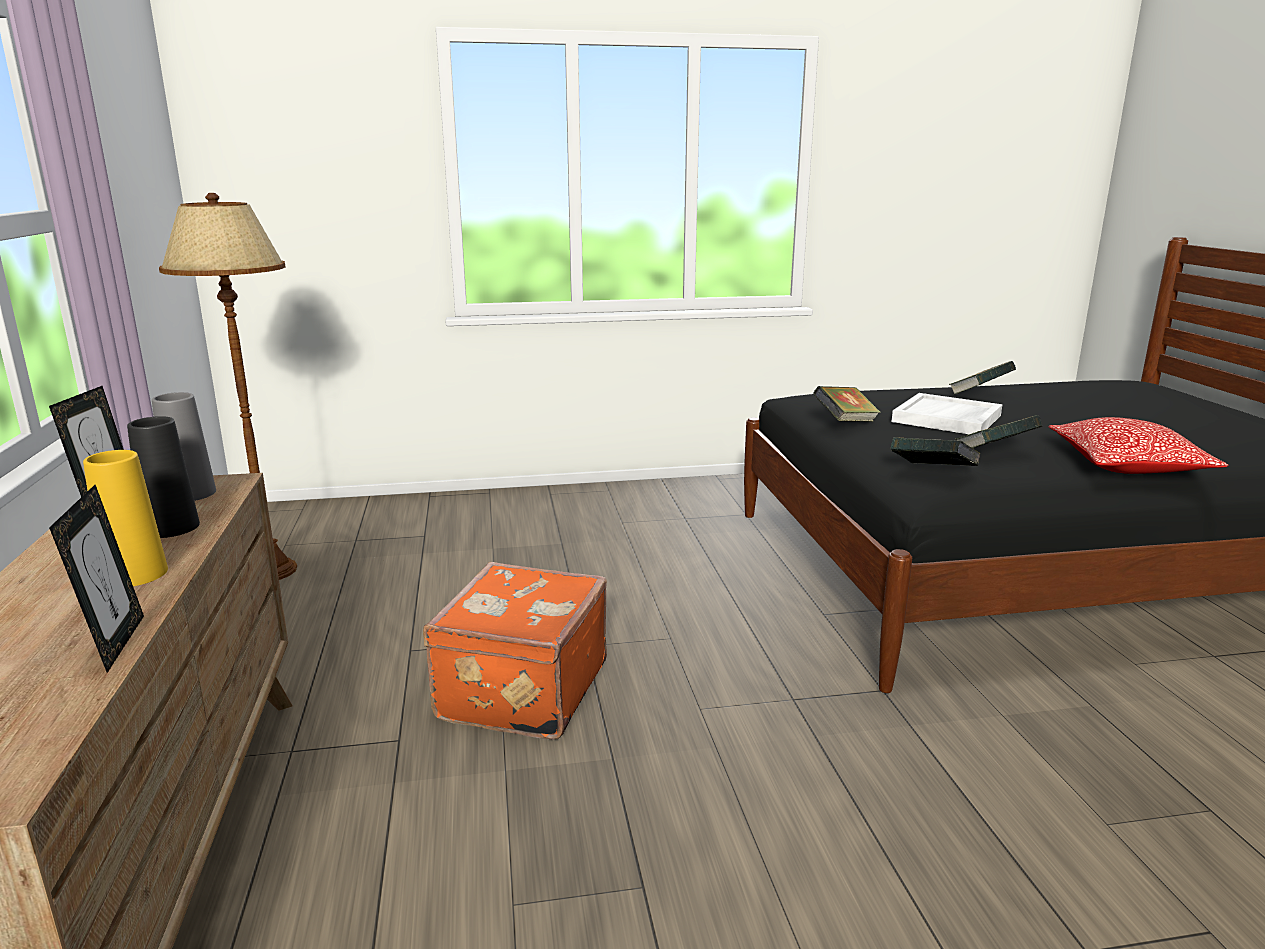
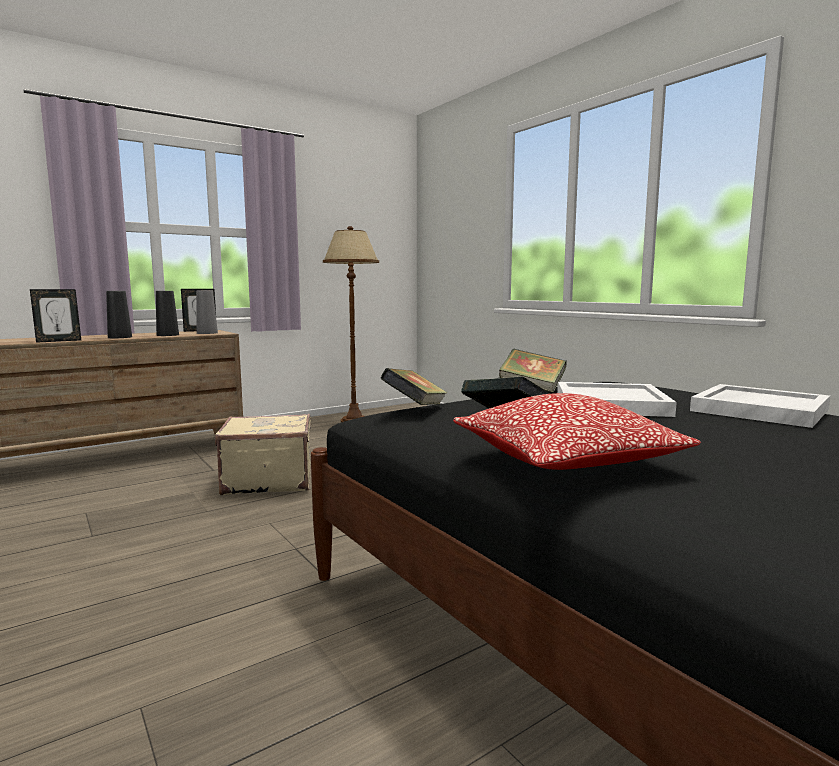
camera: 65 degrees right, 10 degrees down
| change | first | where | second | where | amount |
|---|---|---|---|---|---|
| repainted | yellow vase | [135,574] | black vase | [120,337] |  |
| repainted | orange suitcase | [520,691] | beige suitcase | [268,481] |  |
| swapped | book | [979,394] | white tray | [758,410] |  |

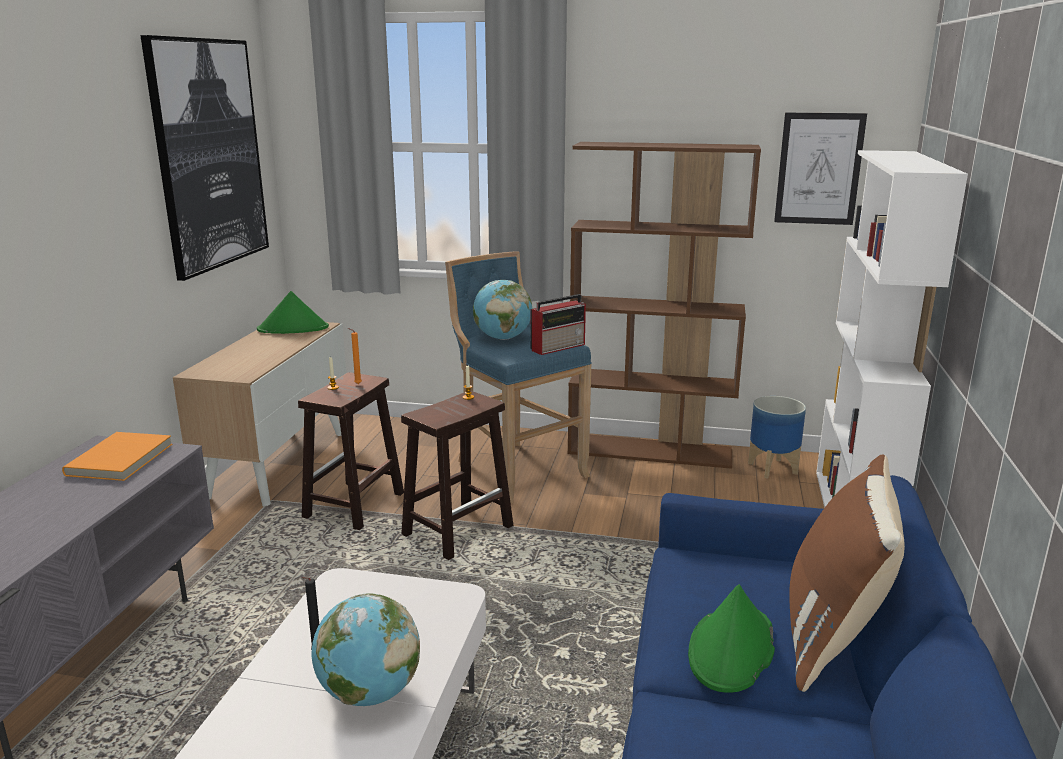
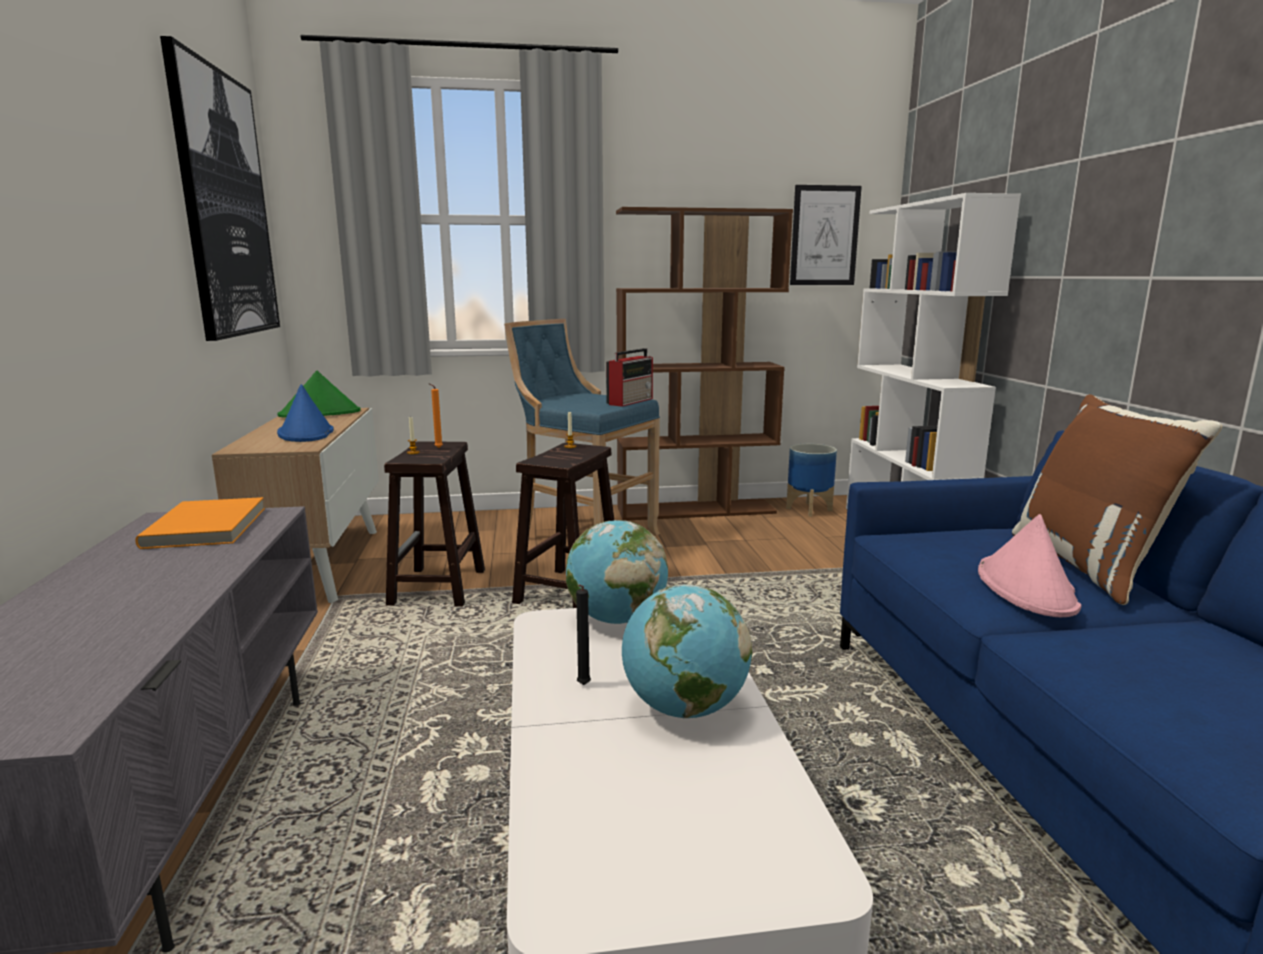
camera: 20 degrees left, 5 degrees down
| change | first | where | second | where | amount |
|---|---|---|---|---|---|
| shifted | globe | [502,338] |  | [616,619] |  |
| repainted | green hat | [731,649] | pink hat | [1026,588] |  |
| new |  |  | blue hat | [306,433] |  |

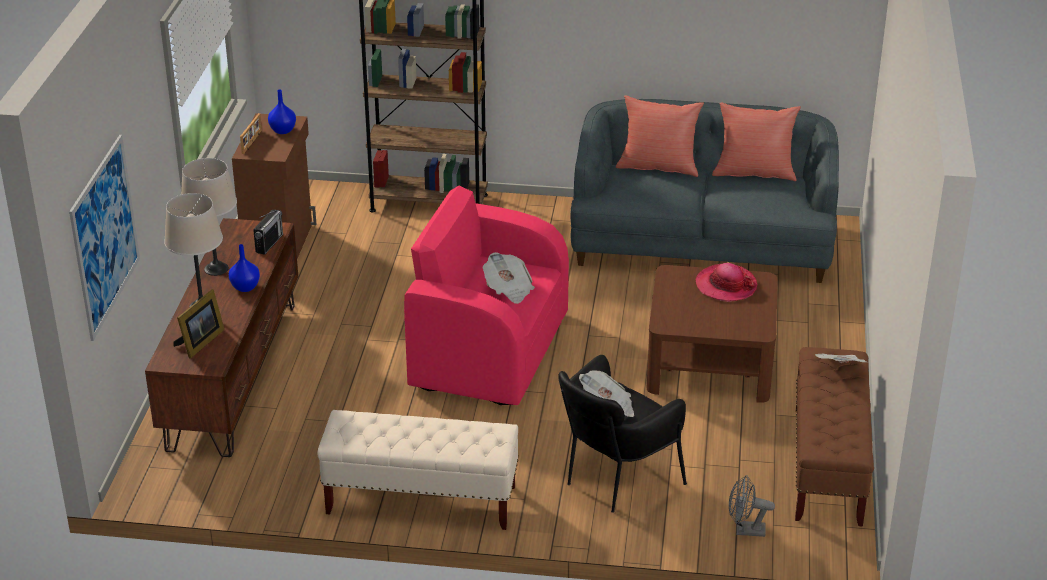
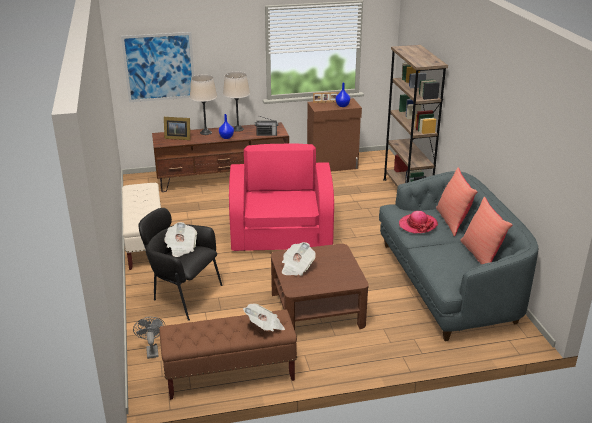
camera: 70 degrees right, 5 degrees down
| change | first | where | second | where | amount |
|---|---|---|---|---|---|
| shifted | newspaper | [508,289] |  | [296,267] |  |
| shifted | hat | [726,285] |  | [417,225] |  |

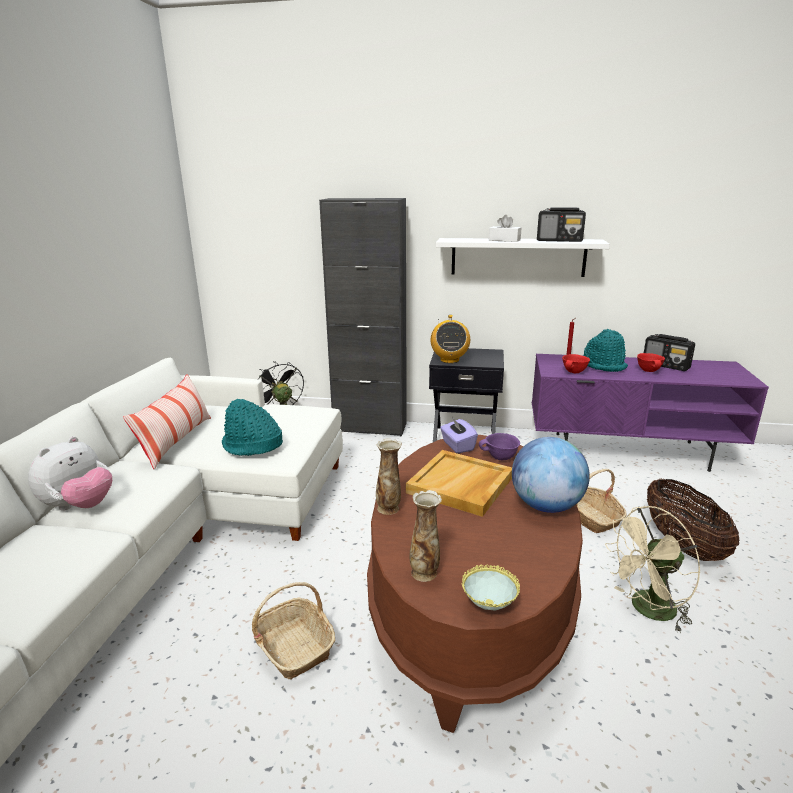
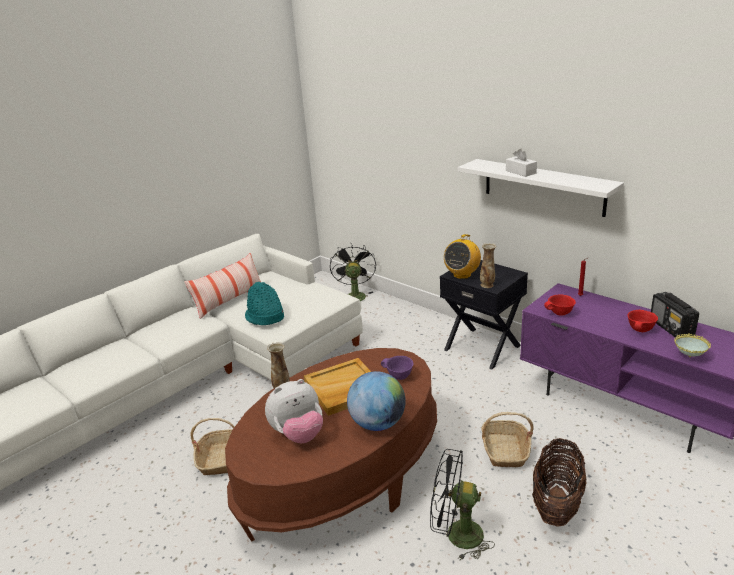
camera: 35 degrees right, 5 degrees up
| change | first | where | second | where | amount |
|---|---|---|---|---|---|
| shifted | plush toy | [79,506] |  | [298,435] |  |
| gone | black cabinet | [370,427] |  |  |  |
| shifted | vase | [424,572] |  | [487,285] |  |
| gone | purple tissue box | [457,446] |  |  |  |
| shifted | bowl | [489,608] |  | [689,357] |  |
| gone | radio | [560,240] |  |  |  |
| gone | turquoise hat | [604,365] |  |  |  |
| repainted | beige fan | [647,610] | black fan | [456,535] |  |

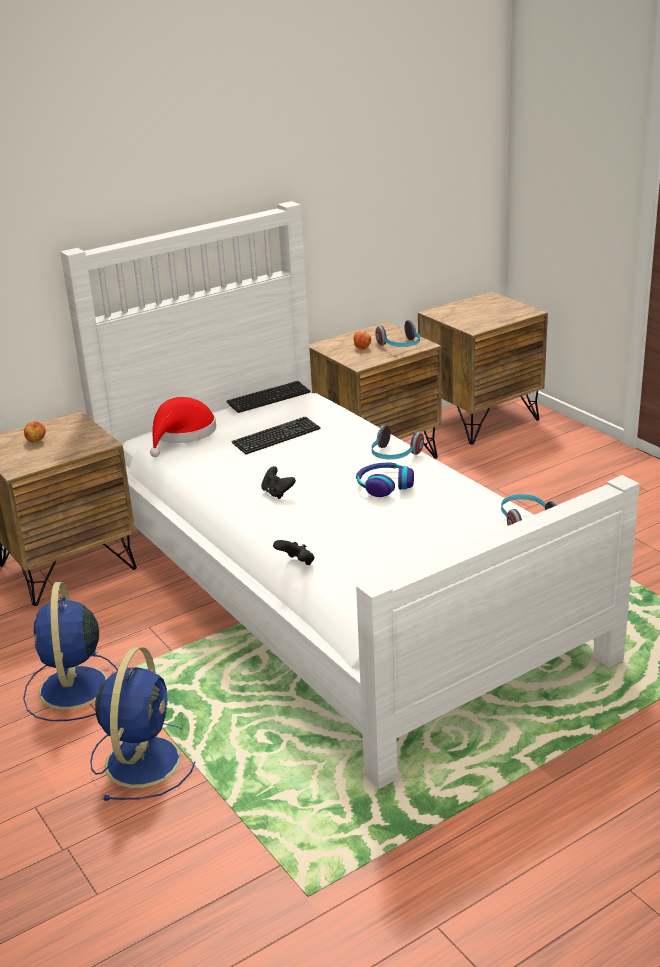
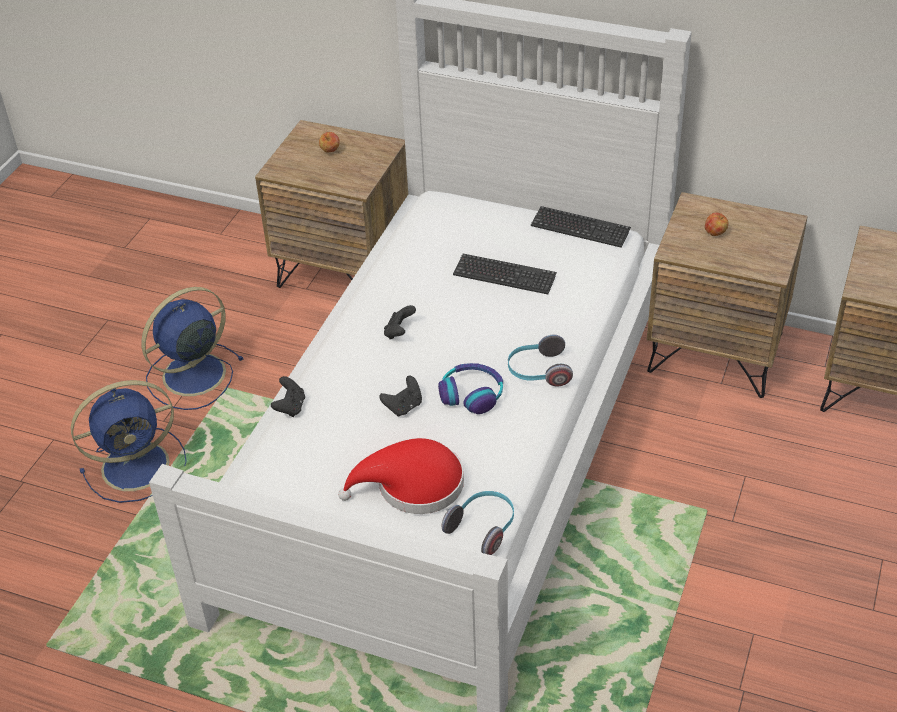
camera: 55 degrees right, 15 degrees up
| change | first | where | second | where | amount |
|---|---|---|---|---|---|
| shifted | red hat | [182,434] |  | [413,486] |  |
| gone | headphones | [400,346] |  |  |  |
| new |  |  | black game controller | [403,407] |  |

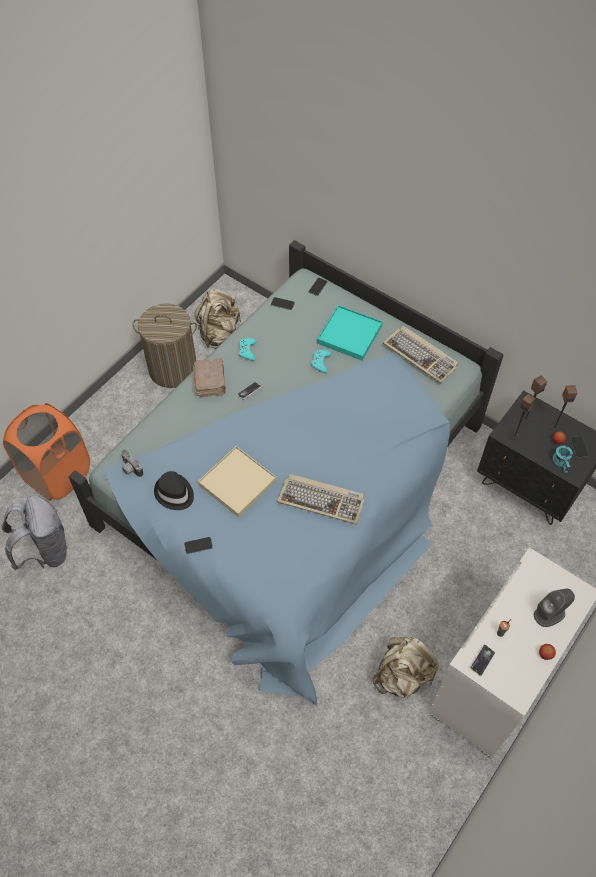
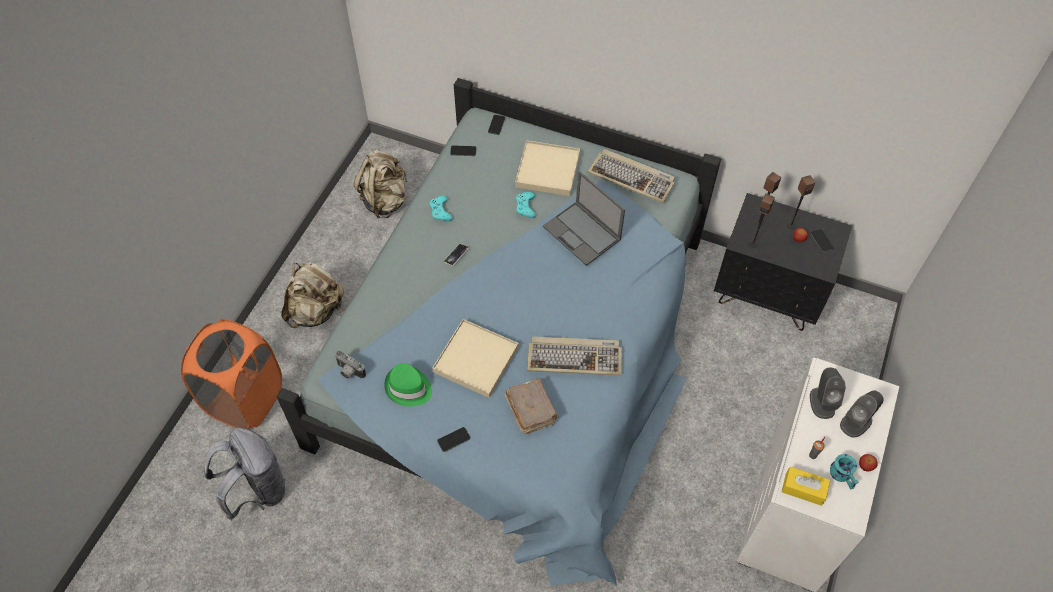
camera: 15 degrees left, 0 degrees up
| change | first | where | second | where | amount |
|---|---|---|---|---|---|
| gone | laundry basket | [173,369] |  |  |  |
| repainted | black hat | [174,493] | green hat | [408,388] |  |
| shifted | brown book | [210,382] |  | [531,409] |  |
| repainted | turquoise tray | [349,335] | beige tray | [548,170] |  |
| shifted | beige backpack | [403,675] |  | [316,311] |  |
| swapped | phone | [482,661] | yellow tissue box | [803,489] |  |
| shifted | turquoise mug | [562,462] |  | [843,474] |  |
| new |  |  | laptop | [582,233] |  |
| new |  |  | grey speaker | [822,402] |  |

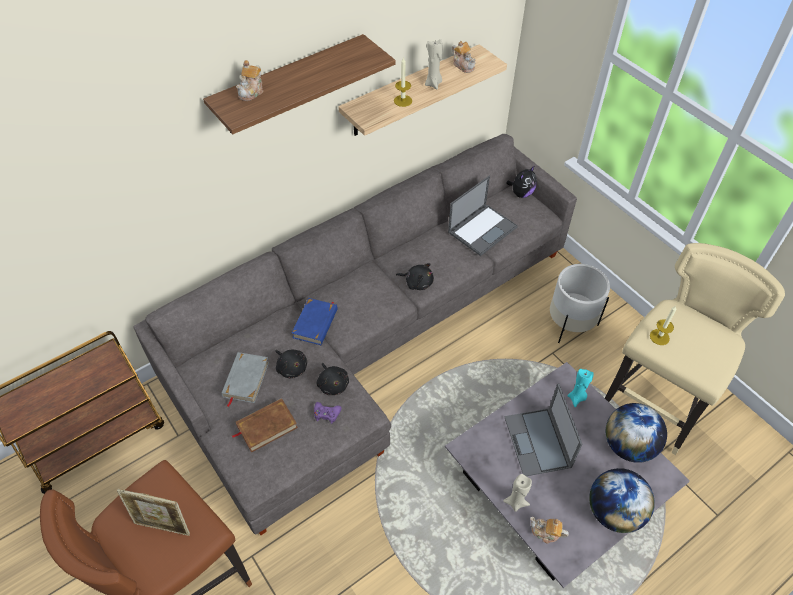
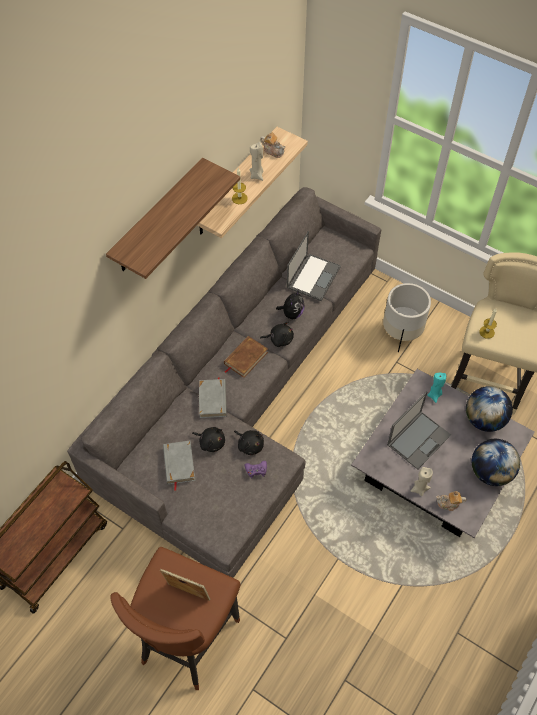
camera: 20 degrees left, 5 degrees up
| change | first | where | second | where | amount |
|---|---|---|---|---|---|
| rotated | picture frame | [163,526] |  | [188,593] | 150 degrees counterclockwise |
| shifted | brown book | [266,426] |  | [245,358] |  |
| gone | teapot | [252,92] |  |  |  |
| repainted | blue book | [315,323] | grey book | [213,400] |  |
| rotated | laptop | [538,442] |  | [419,439] | 105 degrees counterclockwise |
| shifted | plush toy | [521,193] |  | [292,313] |  |

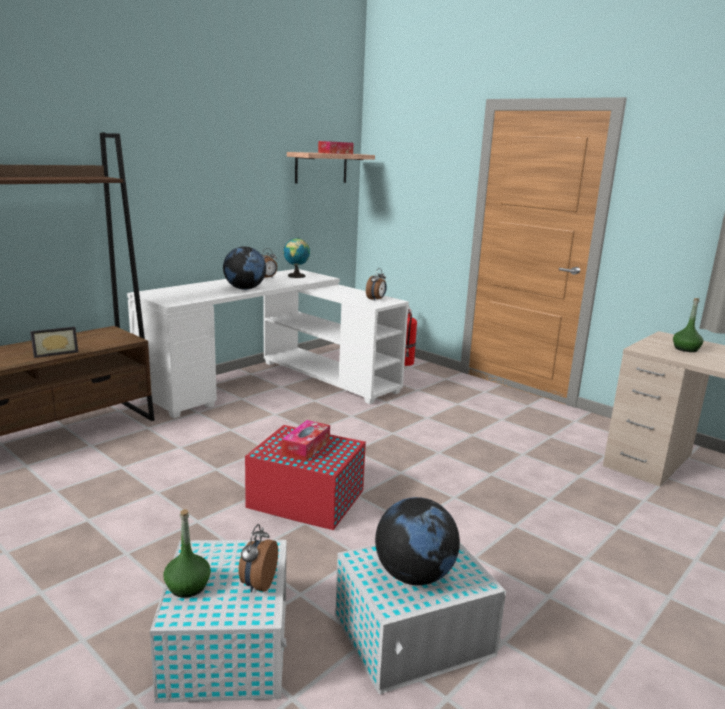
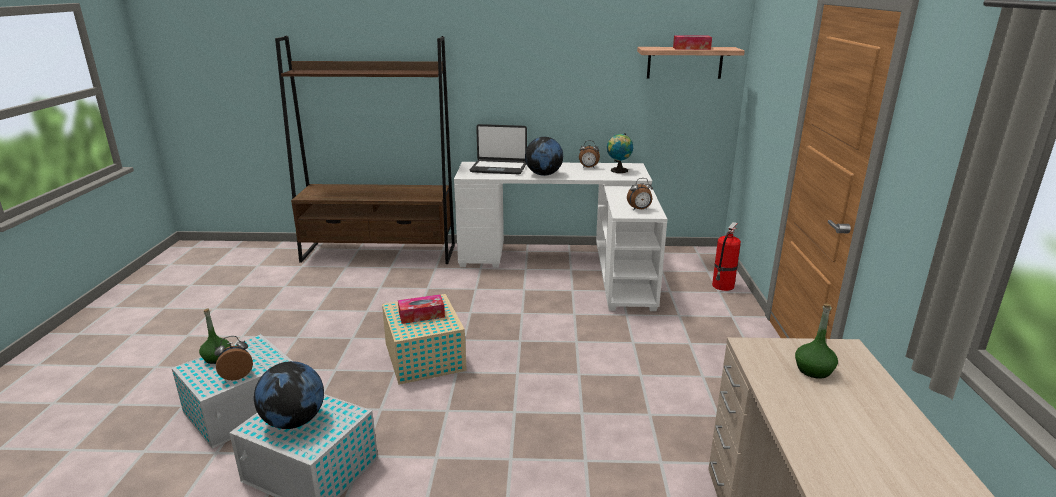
camera: 50 degrees right, 5 degrees up
| change | first | where | second | where | amount |
|---|---|---|---|---|---|
| gone | picture frame | [55,353] |  |  |  |
| repainted | red storage box | [304,498] | beige storage box | [424,356] |  |
| new |  |  | laptop | [499,168] |  |

